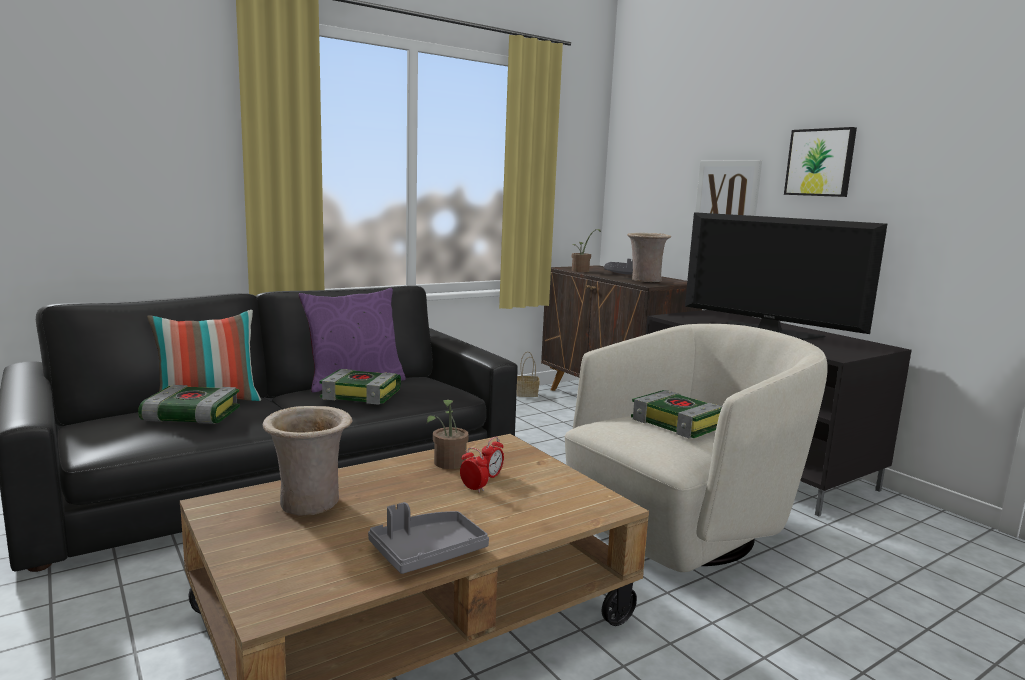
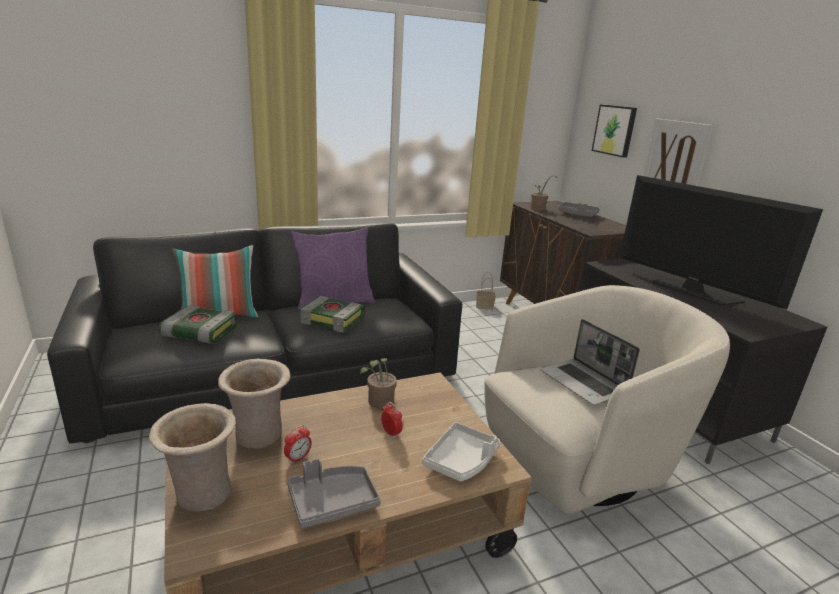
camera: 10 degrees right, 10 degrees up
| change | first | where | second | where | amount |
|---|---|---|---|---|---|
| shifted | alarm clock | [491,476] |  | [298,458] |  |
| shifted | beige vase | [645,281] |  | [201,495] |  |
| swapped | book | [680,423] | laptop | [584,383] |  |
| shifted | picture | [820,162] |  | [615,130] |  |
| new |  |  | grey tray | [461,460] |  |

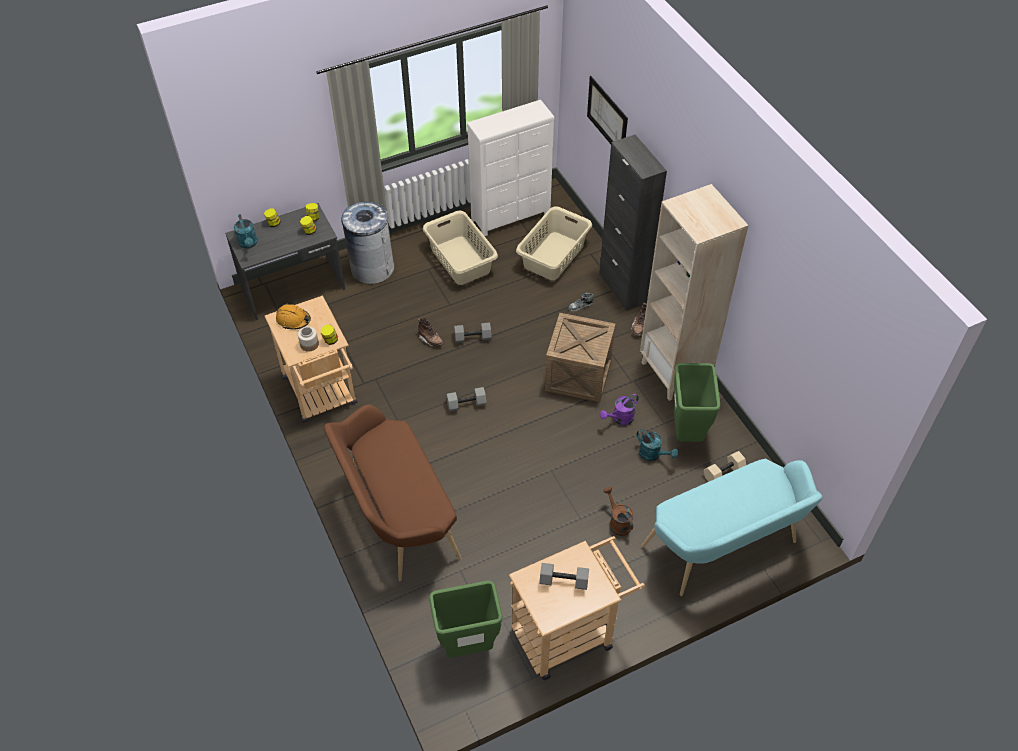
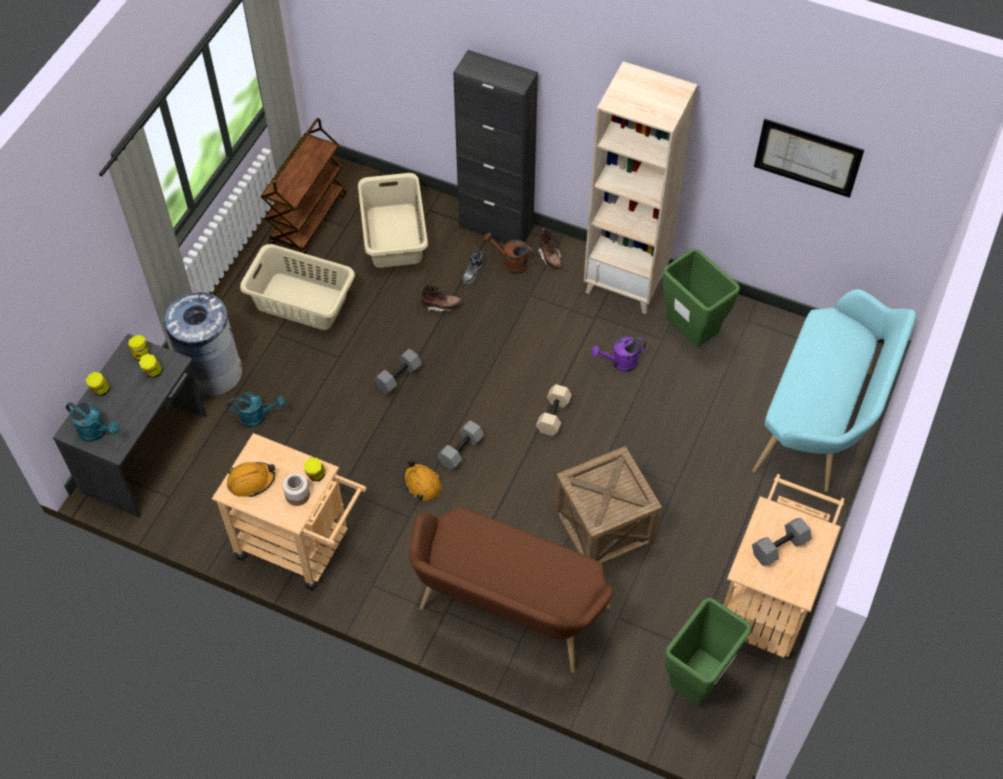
camera: 40 degrees left, 5 degrees up
| change | first | where | second | where | amount |
|---|---|---|---|---|---|
| shifted | brown boot | [430,340] |  | [441,305] |  |
| swapped | white dresser | [511,217] | brown cart | [308,219] |  |
| shifted | crate | [578,375] |  | [604,526] |  |
| shifted | picture | [607,116] |  | [807,157] |  |
| rotated | purple watering can | [620,419] |  | [619,363] | 60 degrees clockwise |
| shifted | brown watering can | [617,522] |  | [511,263] |  |
| shifted | turquoise watering can | [653,454] |  | [257,416] |  |
| shifted | beige dumbbell | [723,473] |  | [554,416] |  |
| new |  |  | orange hard hat | [422,484] |  |

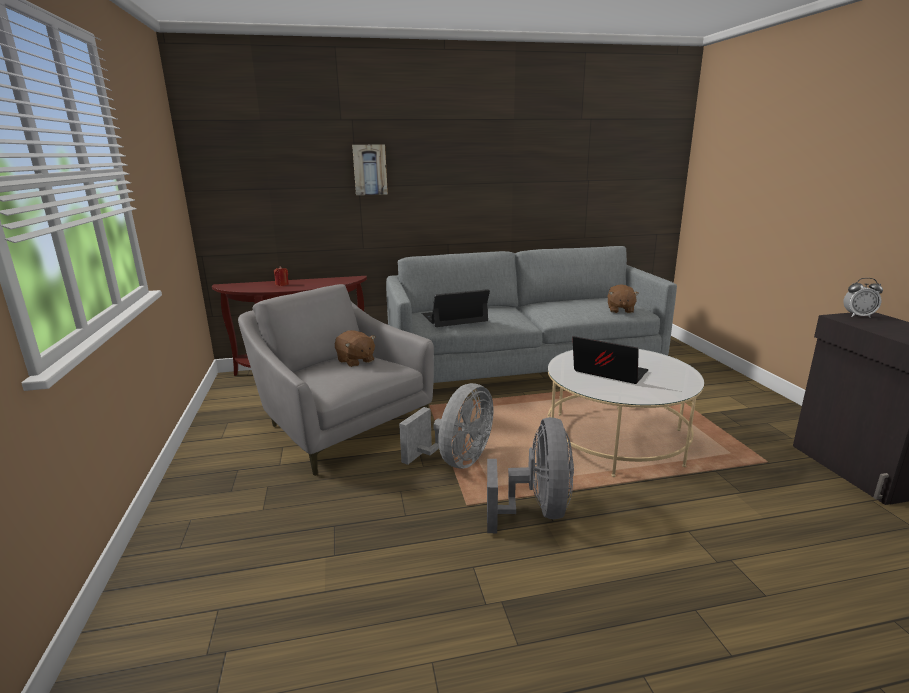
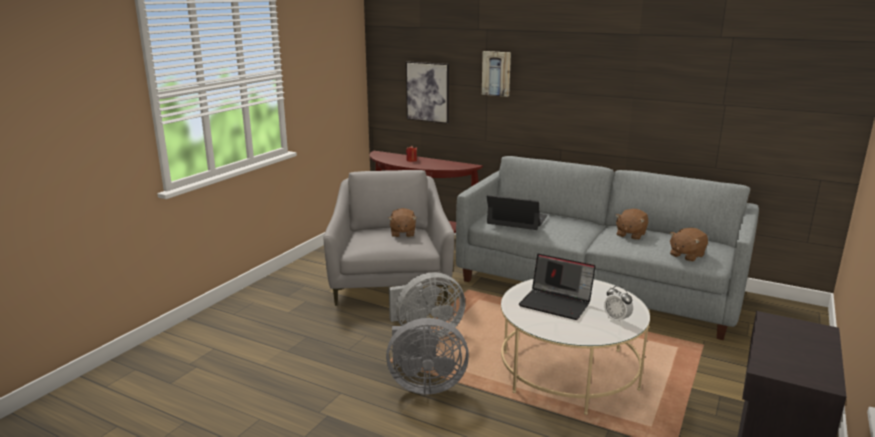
camera: 40 degrees right, 0 degrees up
| change | first | where | second | where | amount |
|---|---|---|---|---|---|
| rotated | grey fan | [536,510] |  | [424,385] | 45 degrees clockwise |
| rotated | laptop | [607,373] |  | [556,303] | 135 degrees clockwise |
| shifted | alarm clock | [858,316] |  | [617,319] |  |
| new |  |  | picture | [427,92] |  |
| new |  |  | brown plush toy | [630,234] |  |

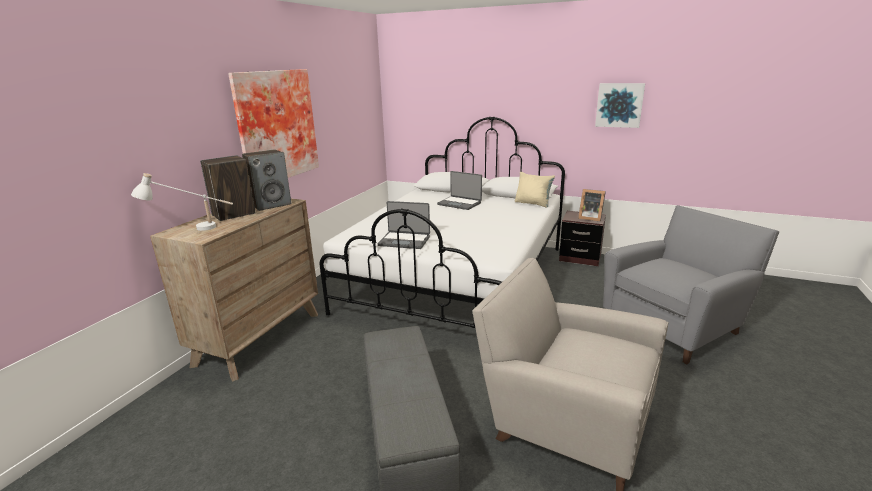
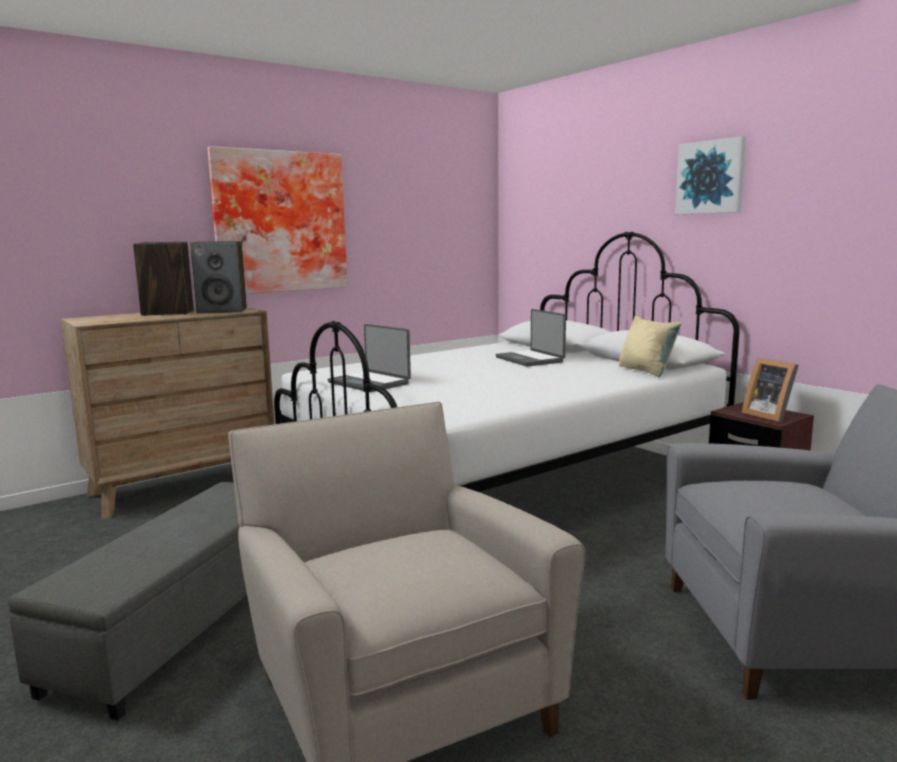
camera: 30 degrees right, 10 degrees down
| change | first | where | second | where | amount |
|---|---|---|---|---|---|
| gone | white table lamp | [191,229] |  |  |  |
| shifted | picture | [619,105] |  | [710,177] |  |

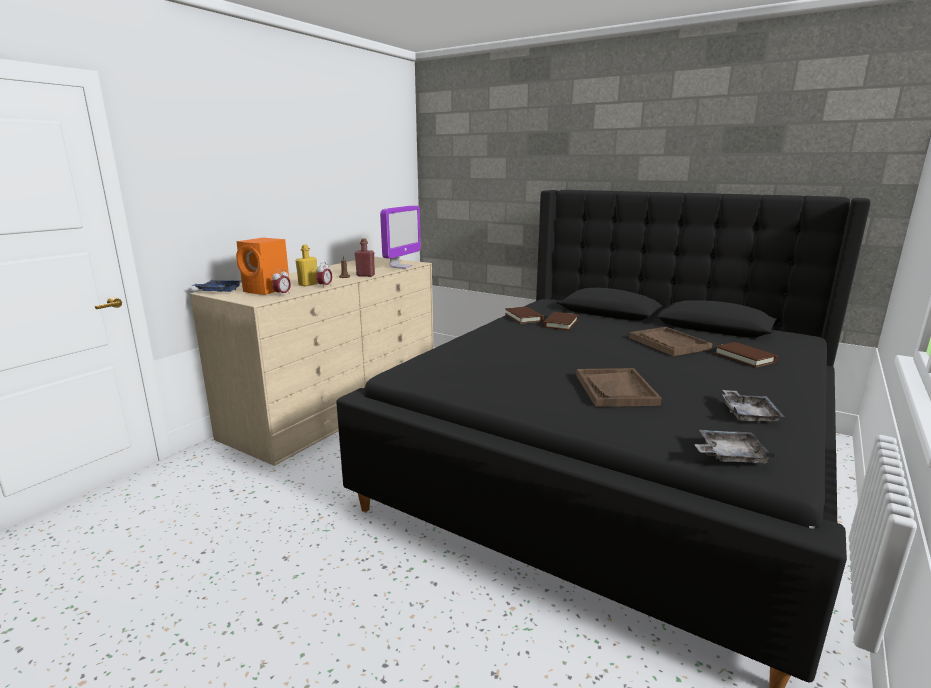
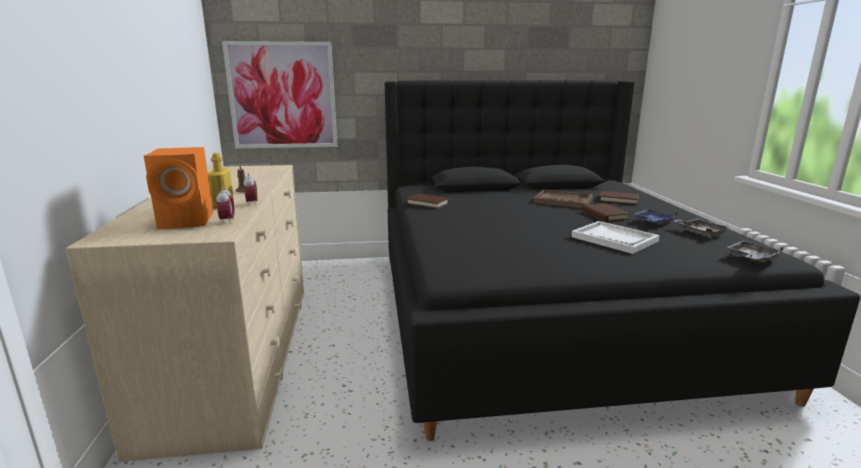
camera: 40 degrees left, 0 degrees up
| change | first | where | second | where | amount |
|---|---|---|---|---|---|
| shifted | blue tray | [219,291] |  | [653,222] |  |
| gone | red bottle | [365,275] |  |  |  |
| gone | monitor | [401,267] |  |  |  |
| shifted | brown book | [560,323] |  | [604,215] |  |
| repainted | brown tray | [615,390] | white tray | [614,239] |  |
| new |  |  | picture | [282,96] |  |

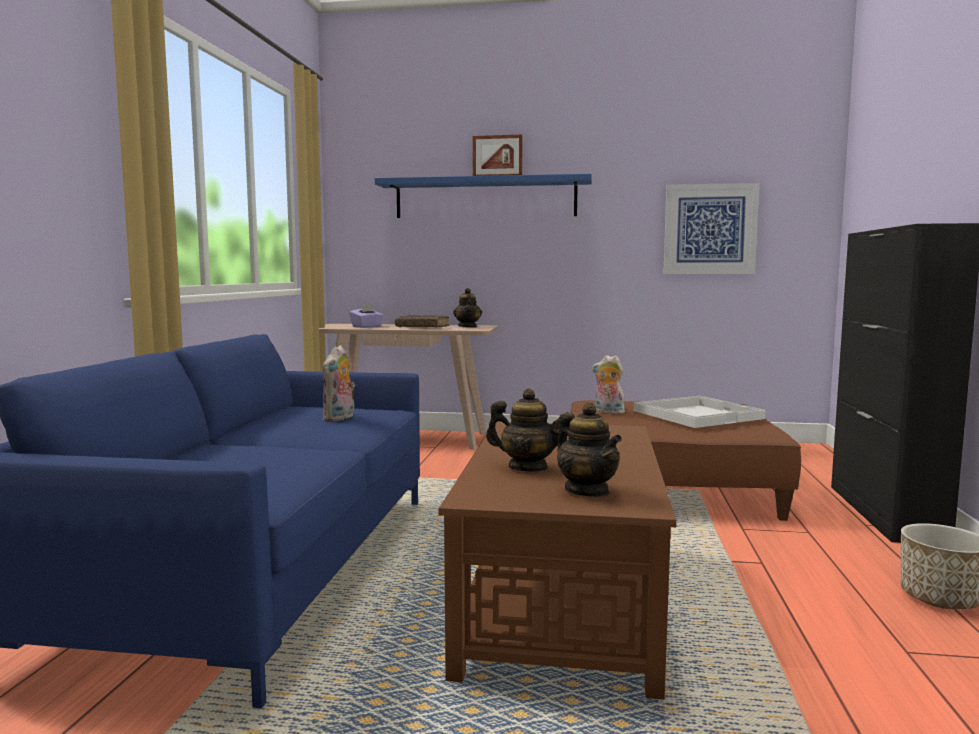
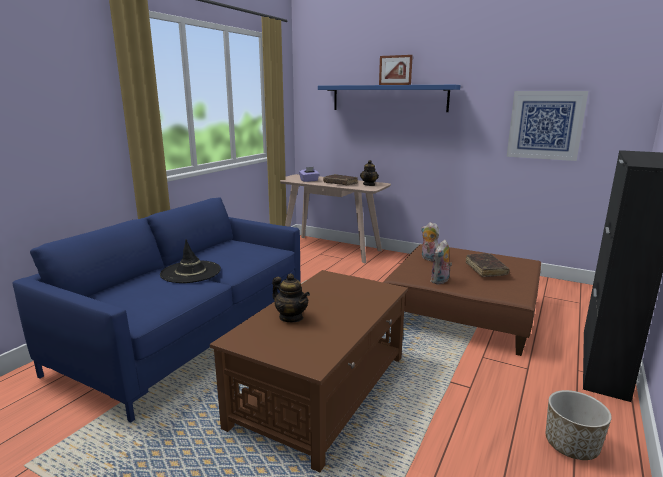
camera: 20 degrees right, 10 degrees up
| change | first | where | second | where | amount |
|---|---|---|---|---|---|
| shifted | plush toy | [340,418] |  | [440,281] |  |
| gone | teapot | [587,491] |  |  |  |
| swapped | white tray | [697,414] | brown book | [486,269] |  |
| new |  |  | black hat | [191,272] |  |

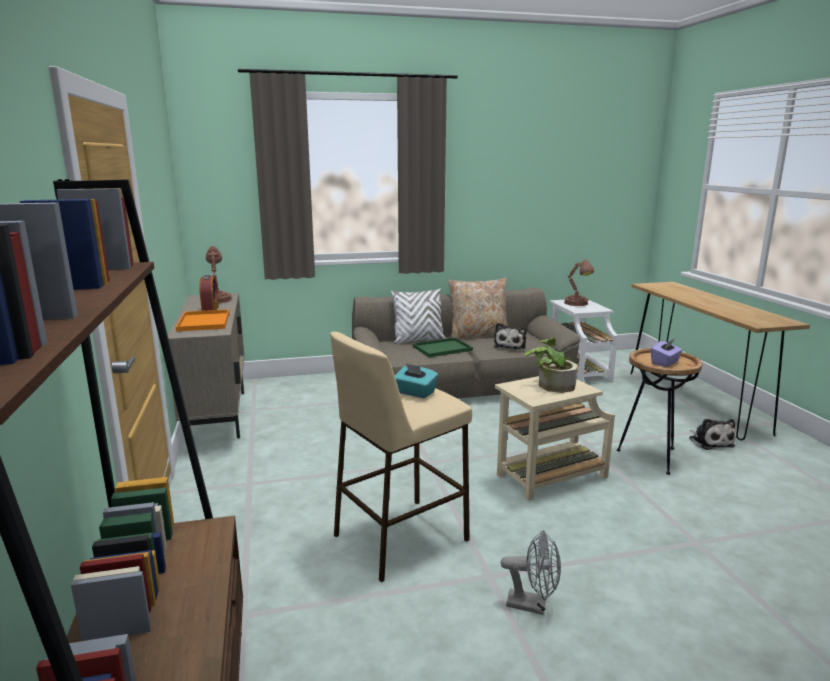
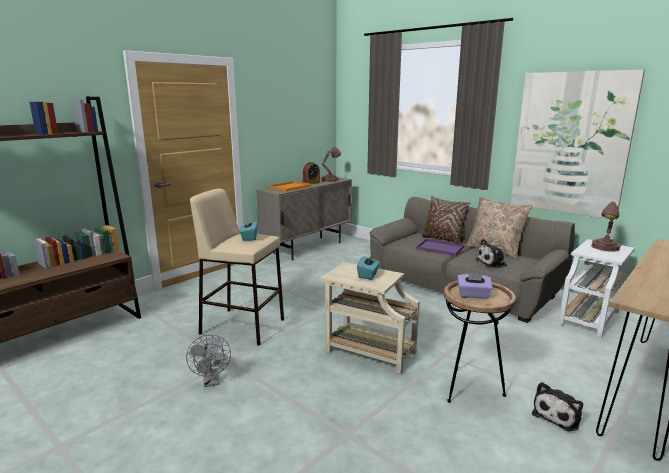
camera: 55 degrees right, 0 degrees up
| change | first | where | second | where | amount |
|---|---|---|---|---|---|
| repainted | white pillow | [418,340] | brown pillow | [443,239] |  |
| repainted | green tray | [443,348] | purple tray | [441,248] |  |
| swapped | potted plant | [551,385] | turquoise tissue box | [368,275] |  |
| new |  |  | picture | [570,144] |  |

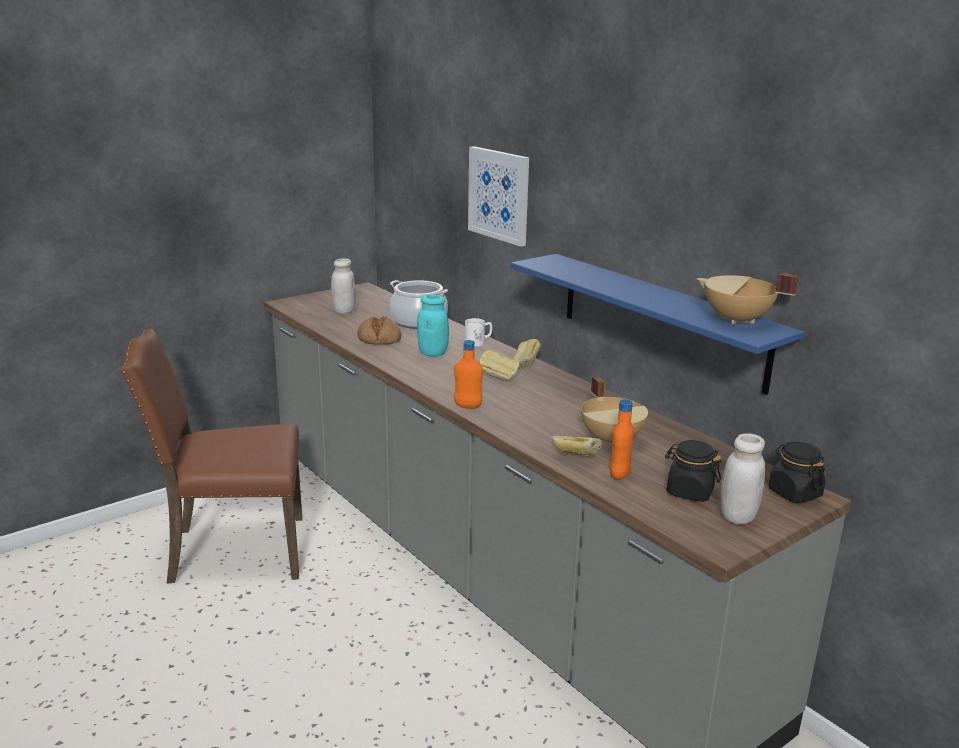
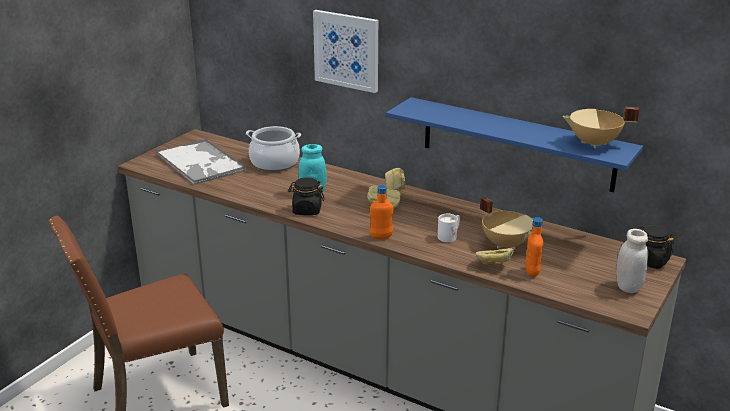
camera: 20 degrees left, 5 degrees up
| change | first | where | second | where | amount |
|---|---|---|---|---|---|
| swapped | white jar | [344,311] | tray | [201,163] |  |
| gone | bread | [379,339] |  |  |  |
| shifted | white mug | [478,342] |  | [450,236] |  |
| shifted | black jar | [689,491] |  | [306,210] |  |

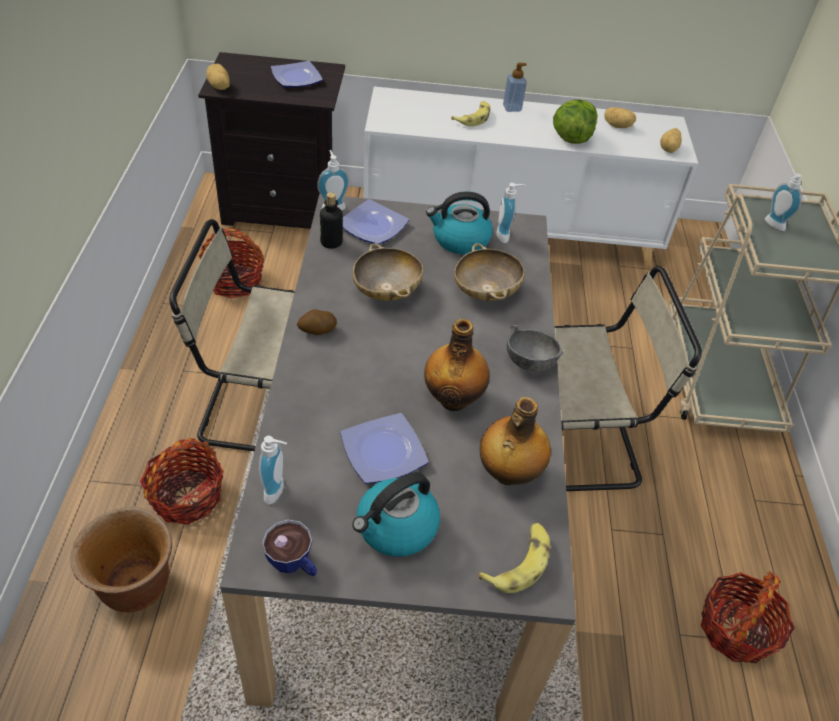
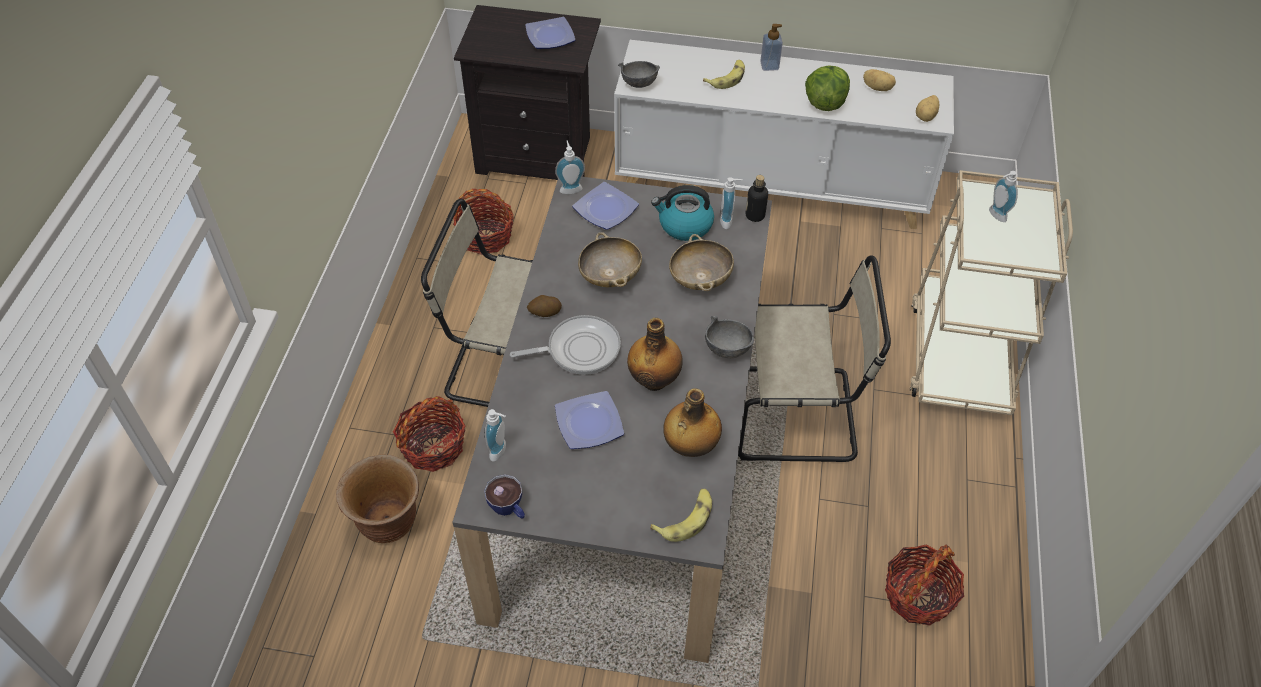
camera: 10 degrees right, 5 degrees up
| change | first | where | second | where | amount |
|---|---|---|---|---|---|
| gone | potato | [219,87] |  |  |  |
| shifted | bottle | [331,242] |  | [755,215] |  |
| gone | kettle | [396,528] |  |  |  |
| new |  |  | frying pan | [579,349] |  |
| new |  |  | grey bowl | [639,83] |  |

